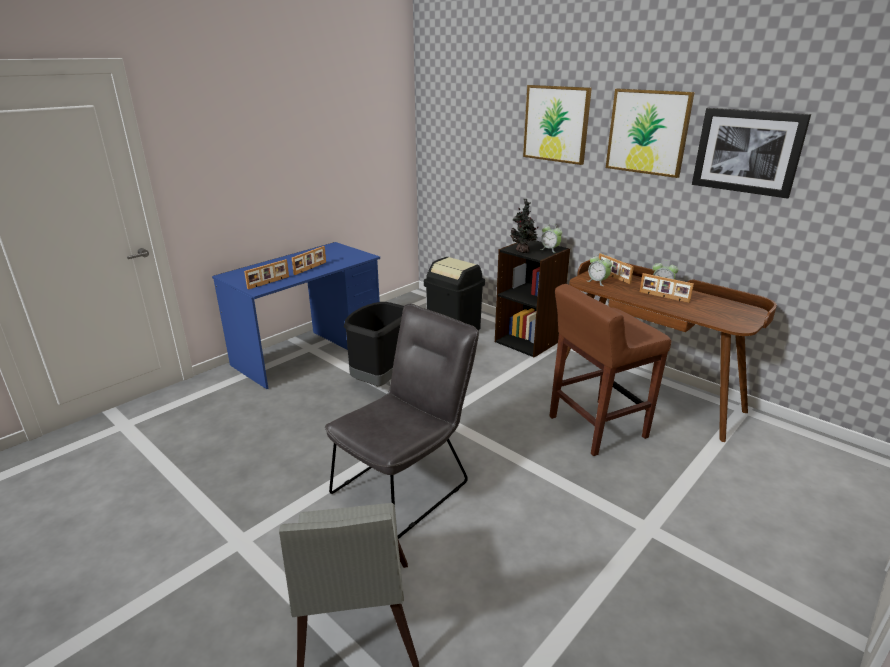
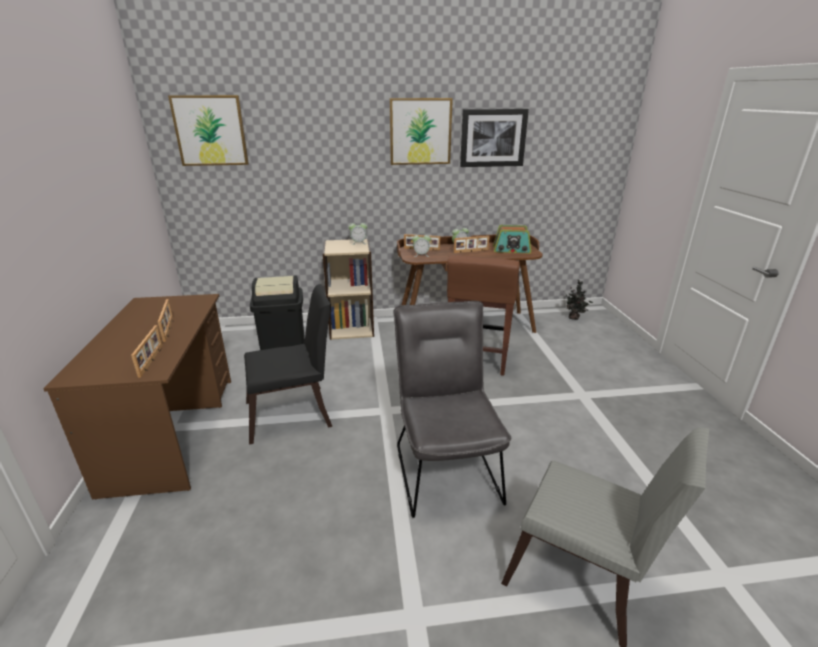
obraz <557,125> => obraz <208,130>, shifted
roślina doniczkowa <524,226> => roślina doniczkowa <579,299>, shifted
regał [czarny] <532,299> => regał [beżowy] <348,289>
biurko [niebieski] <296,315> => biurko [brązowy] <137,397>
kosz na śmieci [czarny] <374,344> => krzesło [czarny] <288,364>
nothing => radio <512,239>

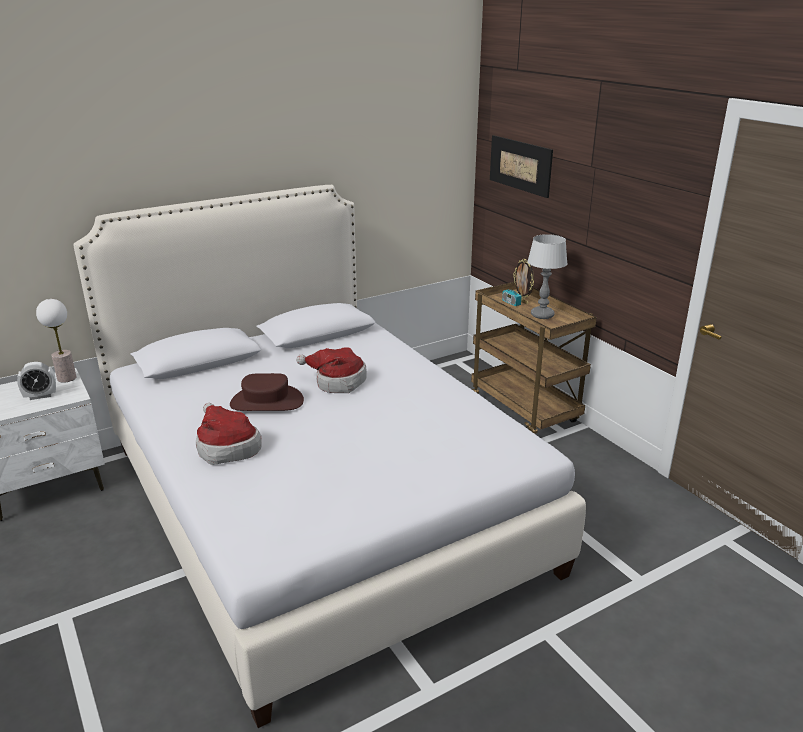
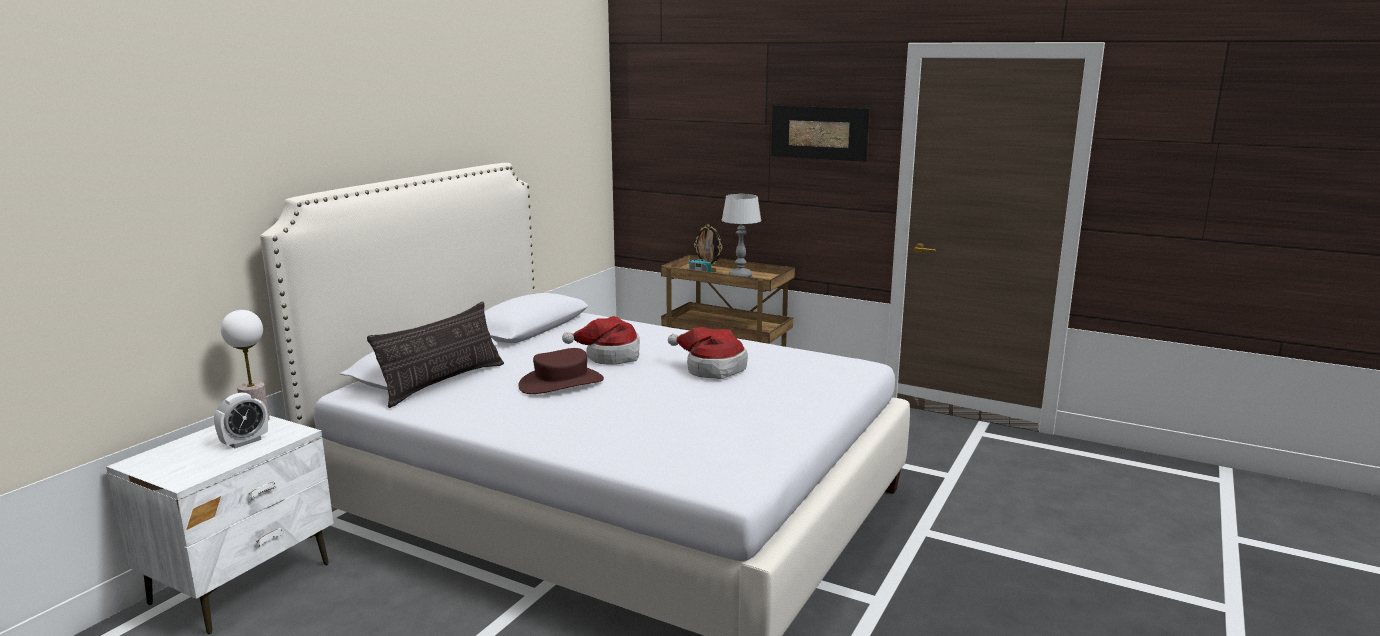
obraz <521,166> => obraz <820,133>, shifted
kapelusz <229,434> => kapelusz <708,353>, shifted
nothing => poduszka <435,354>

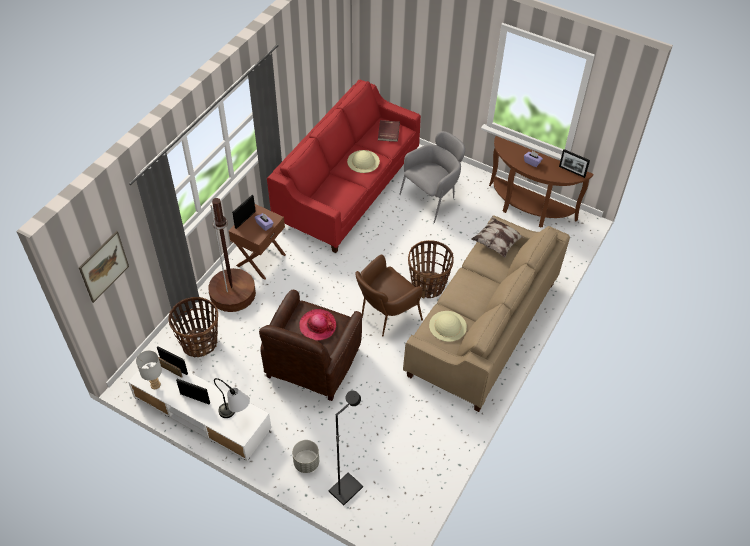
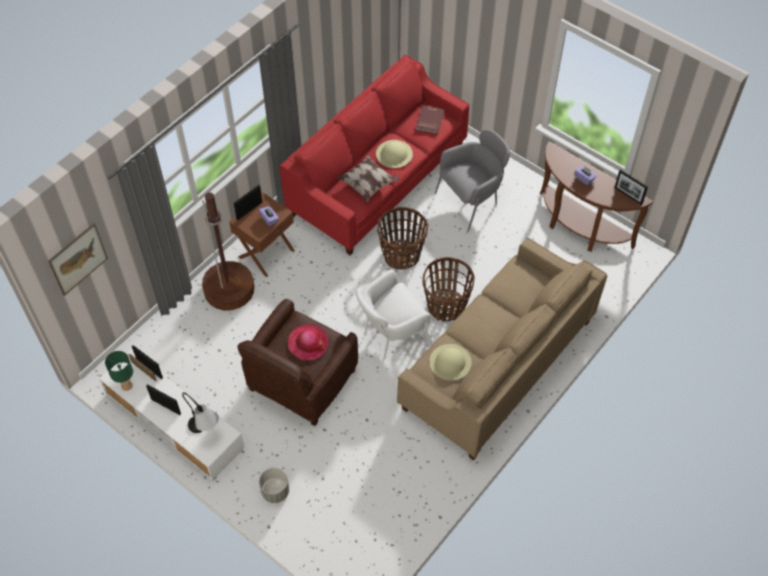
poduszka <496,237> => poduszka <368,178>, shifted
fotel [brązowy] <389,295> => fotel [biały] <394,314>
koszyk <193,327> => koszyk <402,238>, shifted
lampa stołowa [szary] <149,369> => lampa stołowa [zielony] <119,371>
lampa stojąca [czarny] <346,448> => nothing

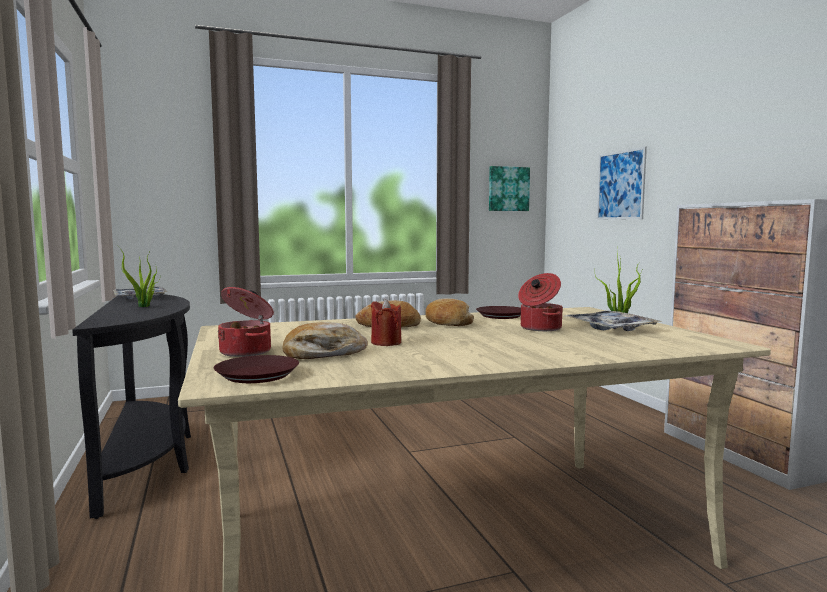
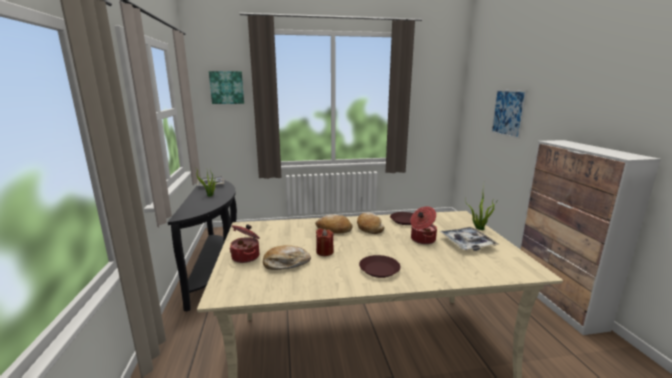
obraz <509,188> => obraz <226,87>, shifted
talerz [brązowy] <256,369> => talerz [brązowy] <379,266>, shifted

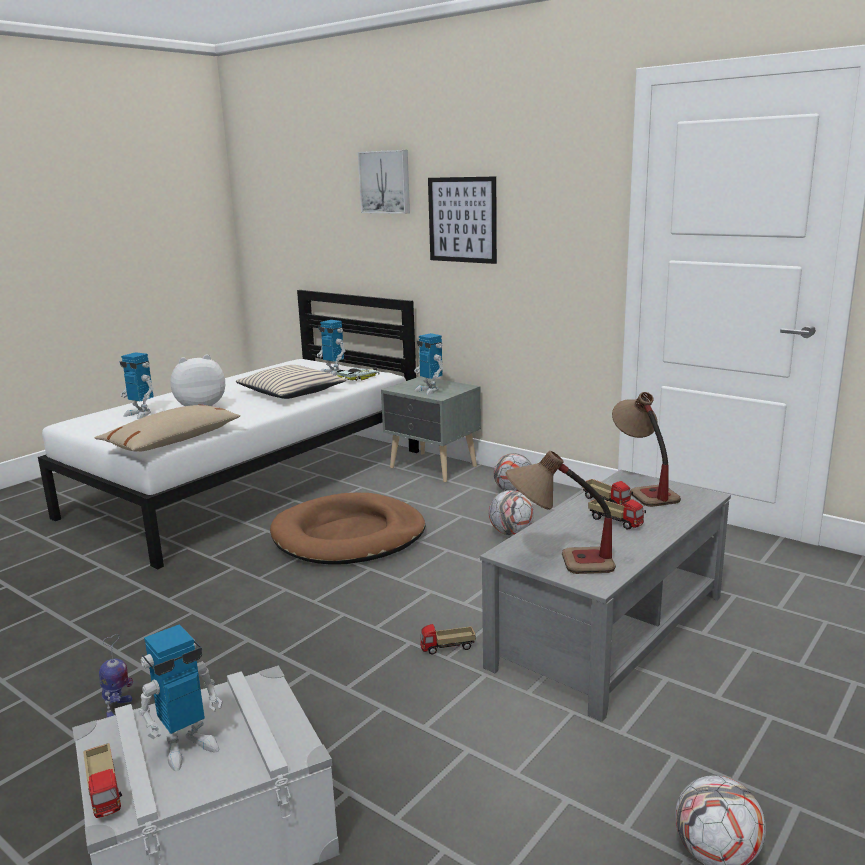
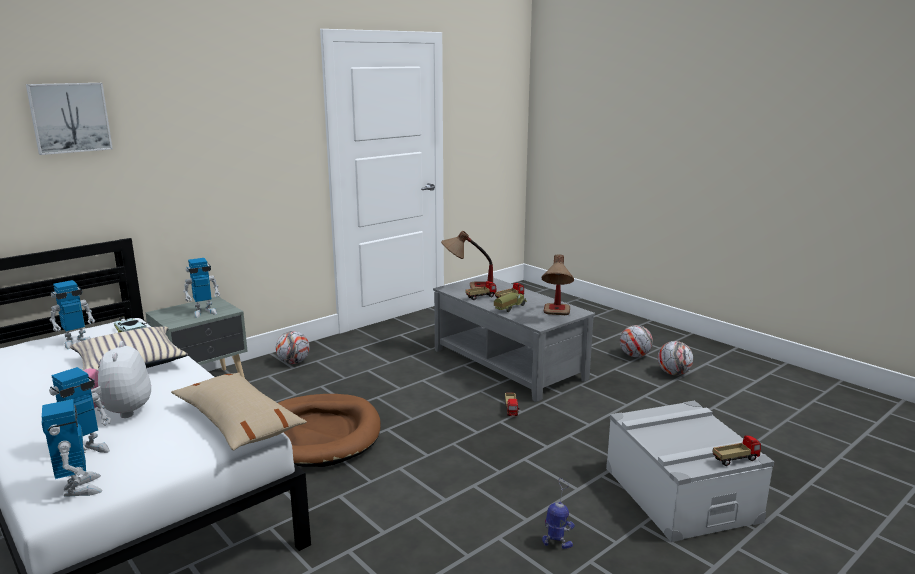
obraz <462,220> => nothing
piłka futbolowa <511,512> => piłka futbolowa <636,341>, shifted
robot zabawkowy <180,697> => robot zabawkowy <72,448>, shifted
nothing => ciężarówka zabawkowa <510,302>

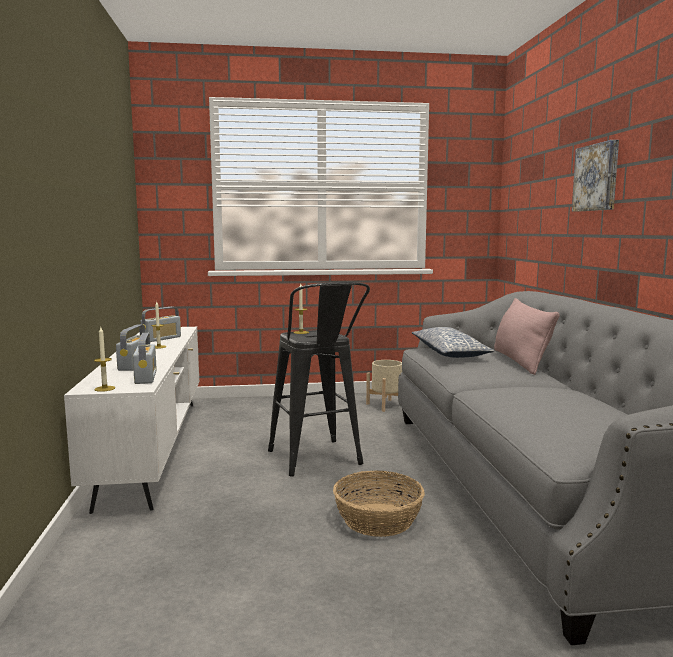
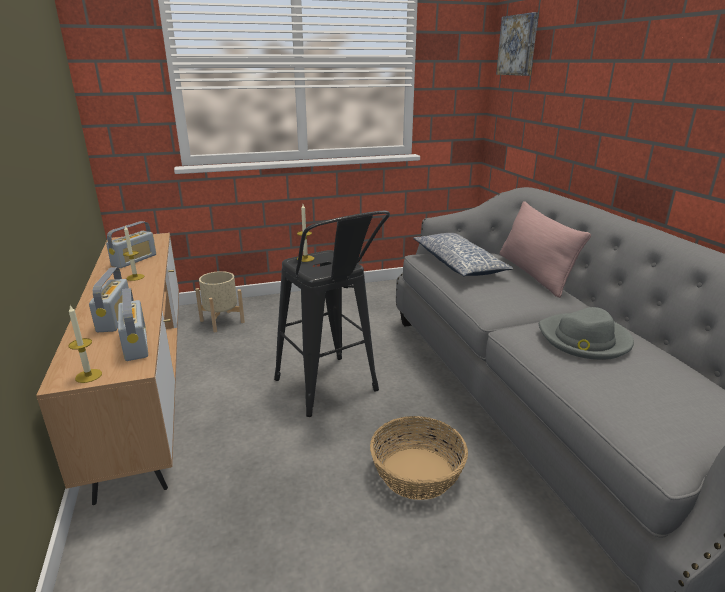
obraz <595,176> => obraz <517,44>, shifted
szafka pod telewizor [biały] <131,420> => szafka pod telewizor [brązowy] <107,369>
donica [beżowy] <384,386> => donica [beżowy] <220,301>, shifted
nothing => kapelusz [szary] <586,333>

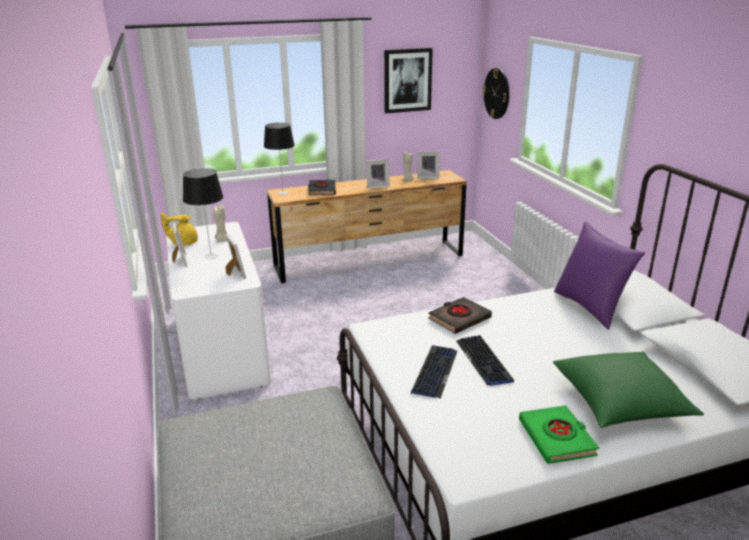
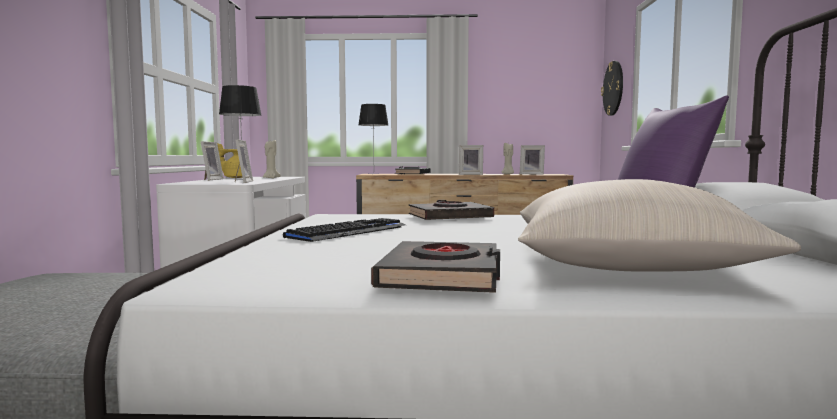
obraz <408,80> => nothing
klawiatura <485,360> => nothing
poduszka [zielony] <628,389> => poduszka [beżowy] <659,225>
książka [zielony] <559,434> => książka [czarny] <435,267>

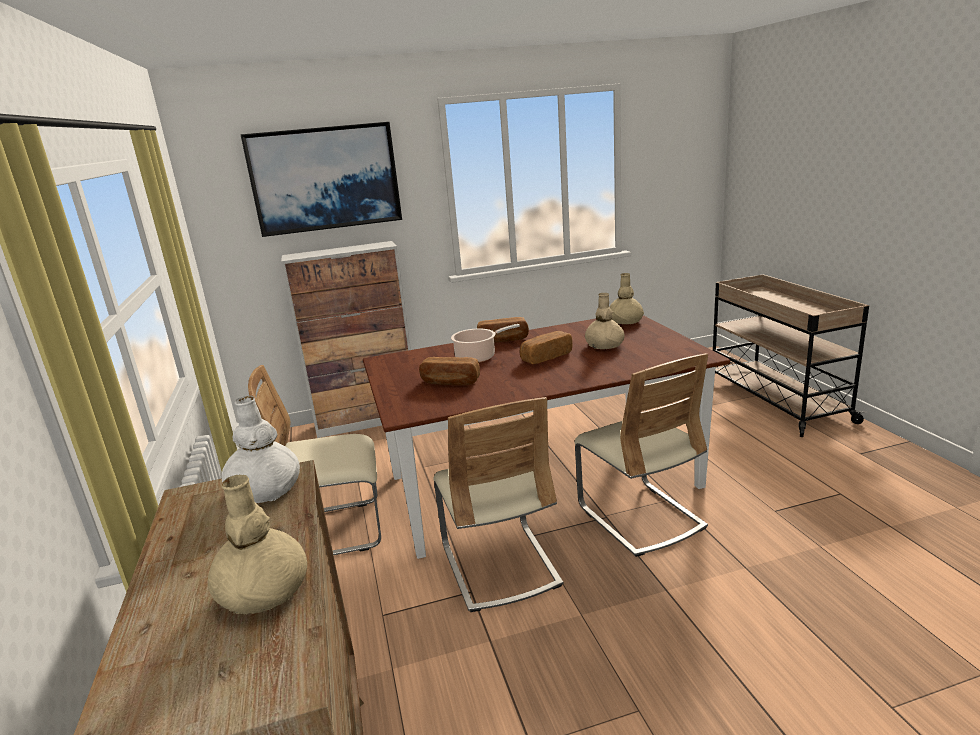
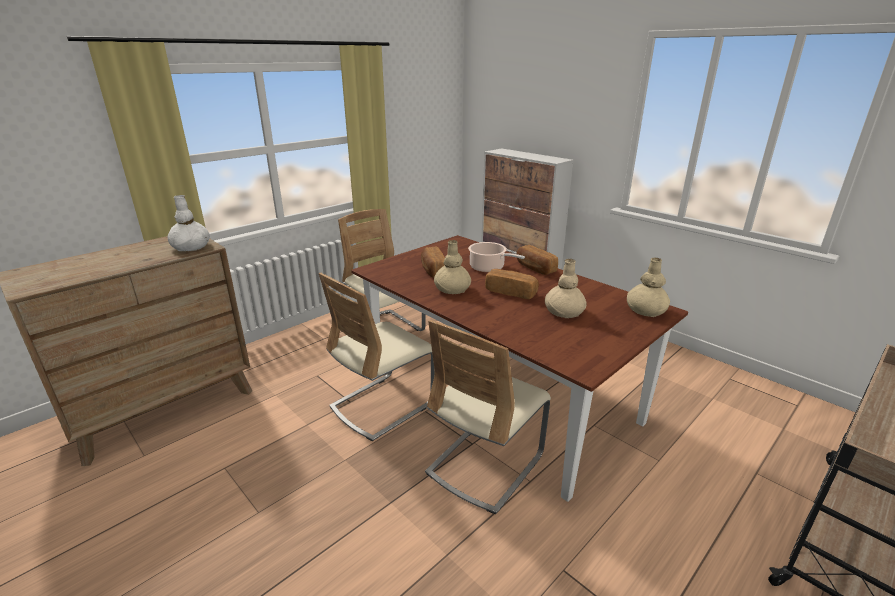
obraz <321,179> => nothing
wazon [beżowy] <257,545> => wazon [beżowy] <452,267>, shifted

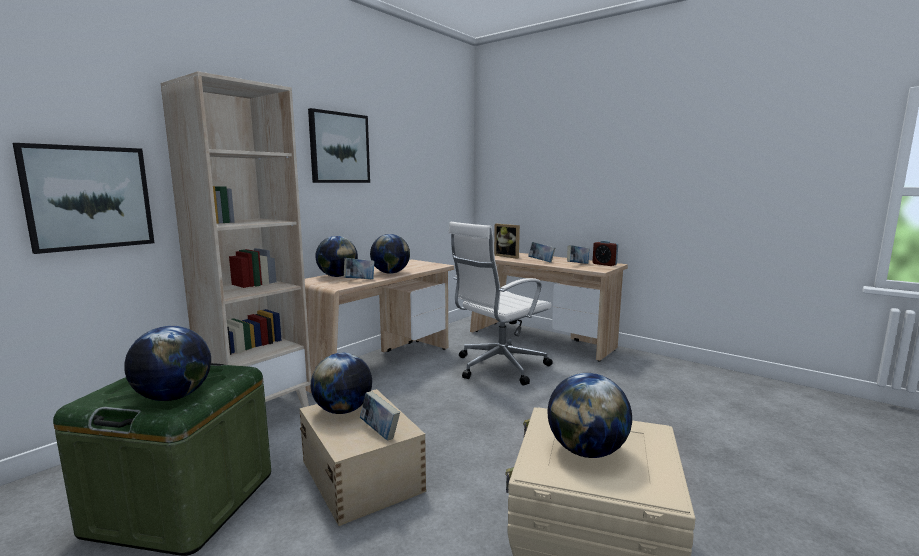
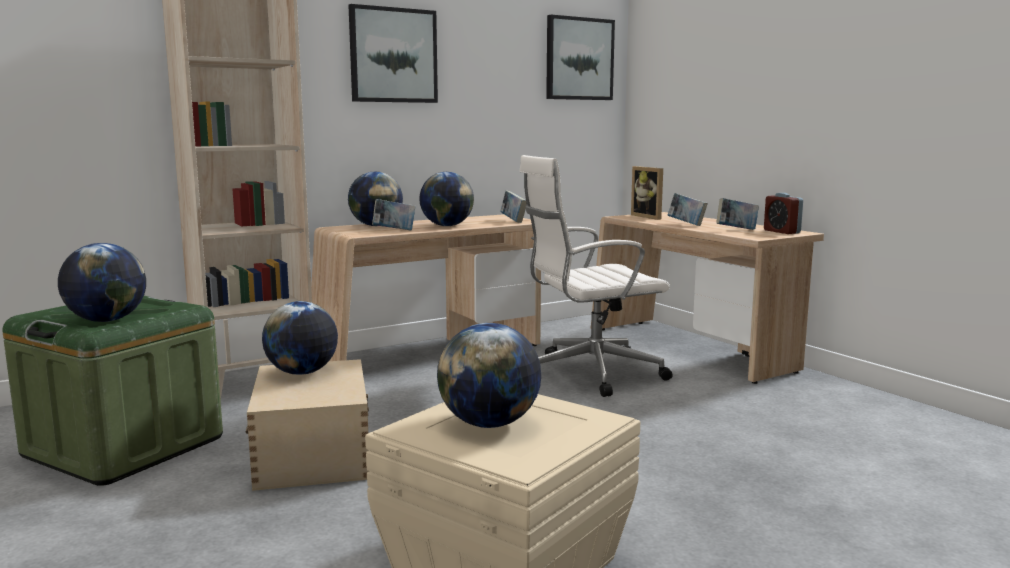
obraz <83,198> => obraz <580,57>, shifted
książka <380,415> => książka <513,207>, shifted

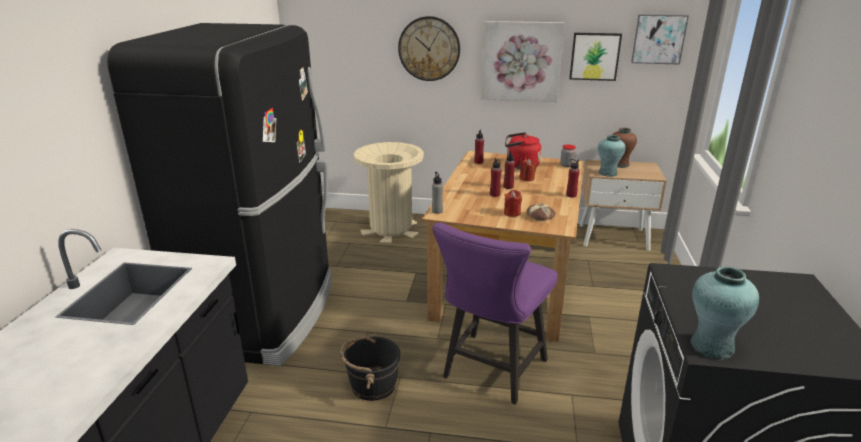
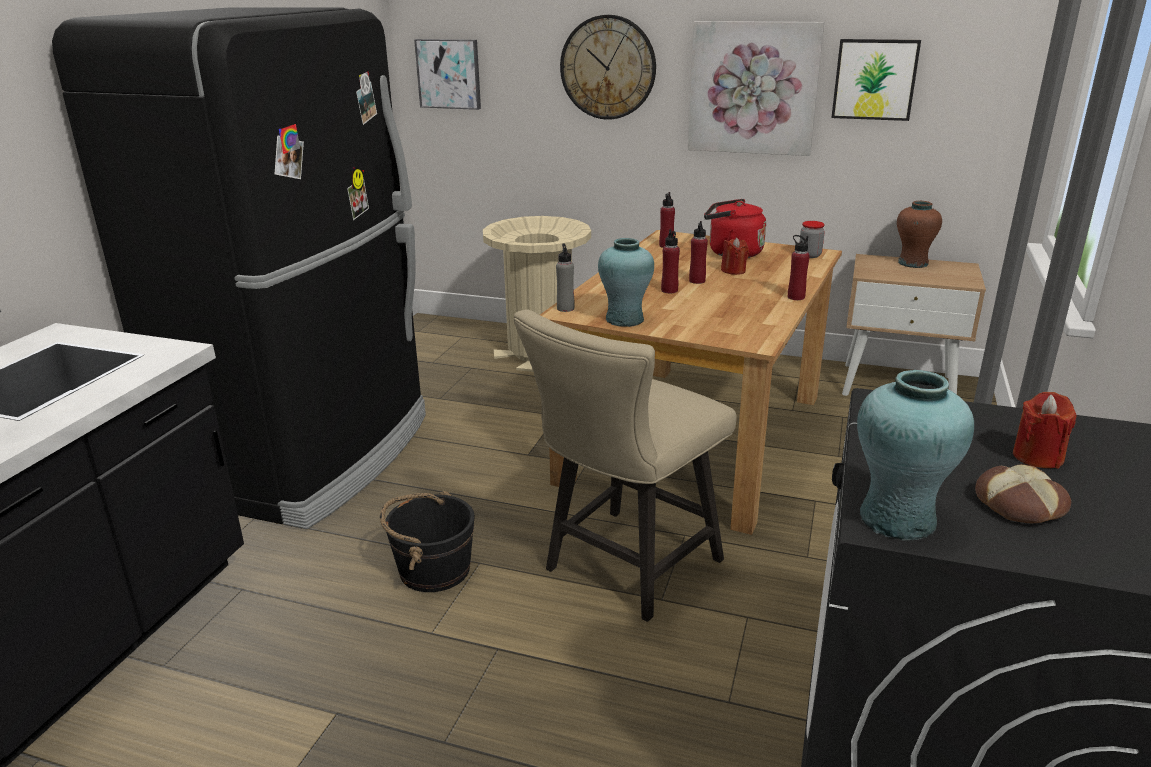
obraz <660,39> => obraz <447,74>, shifted
wazon [turkusowy] <612,156> => wazon [turkusowy] <626,282>, shifted
świeca [czerwony] <513,203> => świeca [czerwony] <1044,430>, shifted
chleb <541,212> => chleb <1023,493>, shifted
krzesło [fioletowy] <495,313> => krzesło [beżowy] <625,466>

